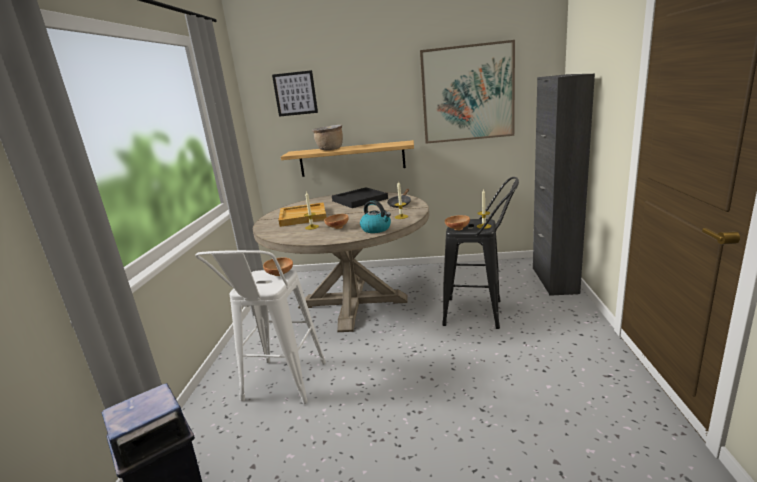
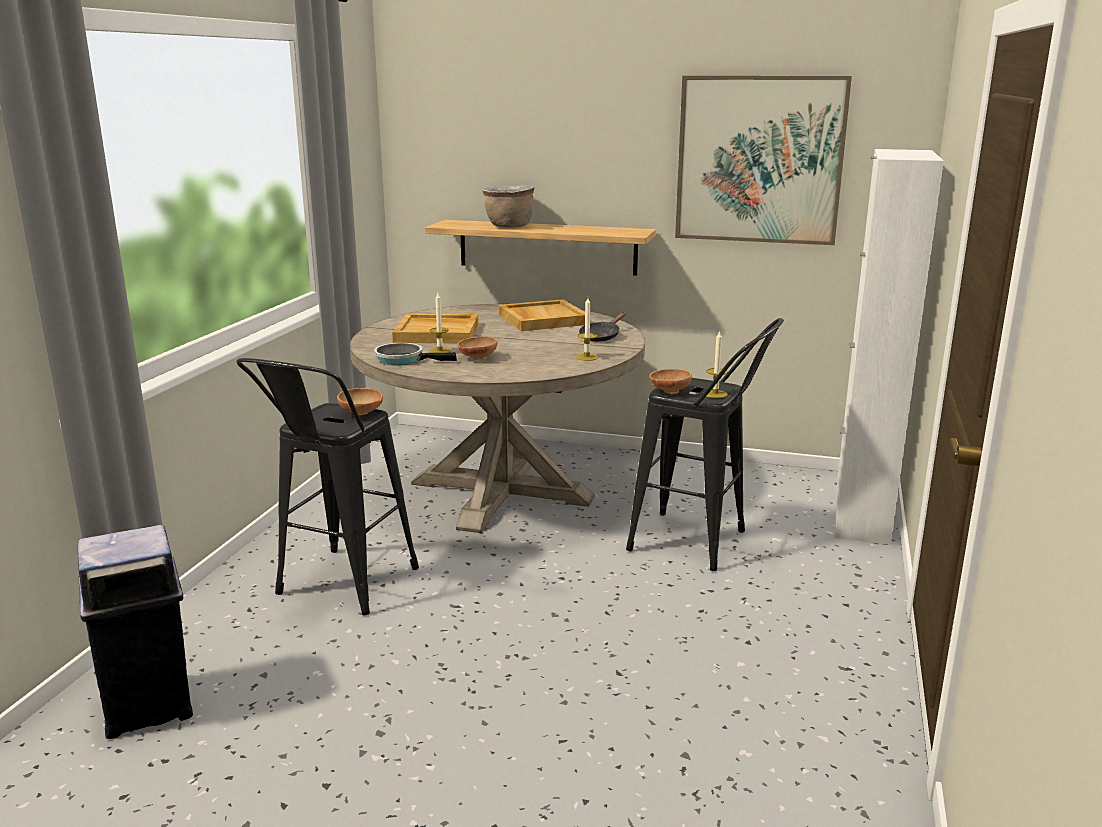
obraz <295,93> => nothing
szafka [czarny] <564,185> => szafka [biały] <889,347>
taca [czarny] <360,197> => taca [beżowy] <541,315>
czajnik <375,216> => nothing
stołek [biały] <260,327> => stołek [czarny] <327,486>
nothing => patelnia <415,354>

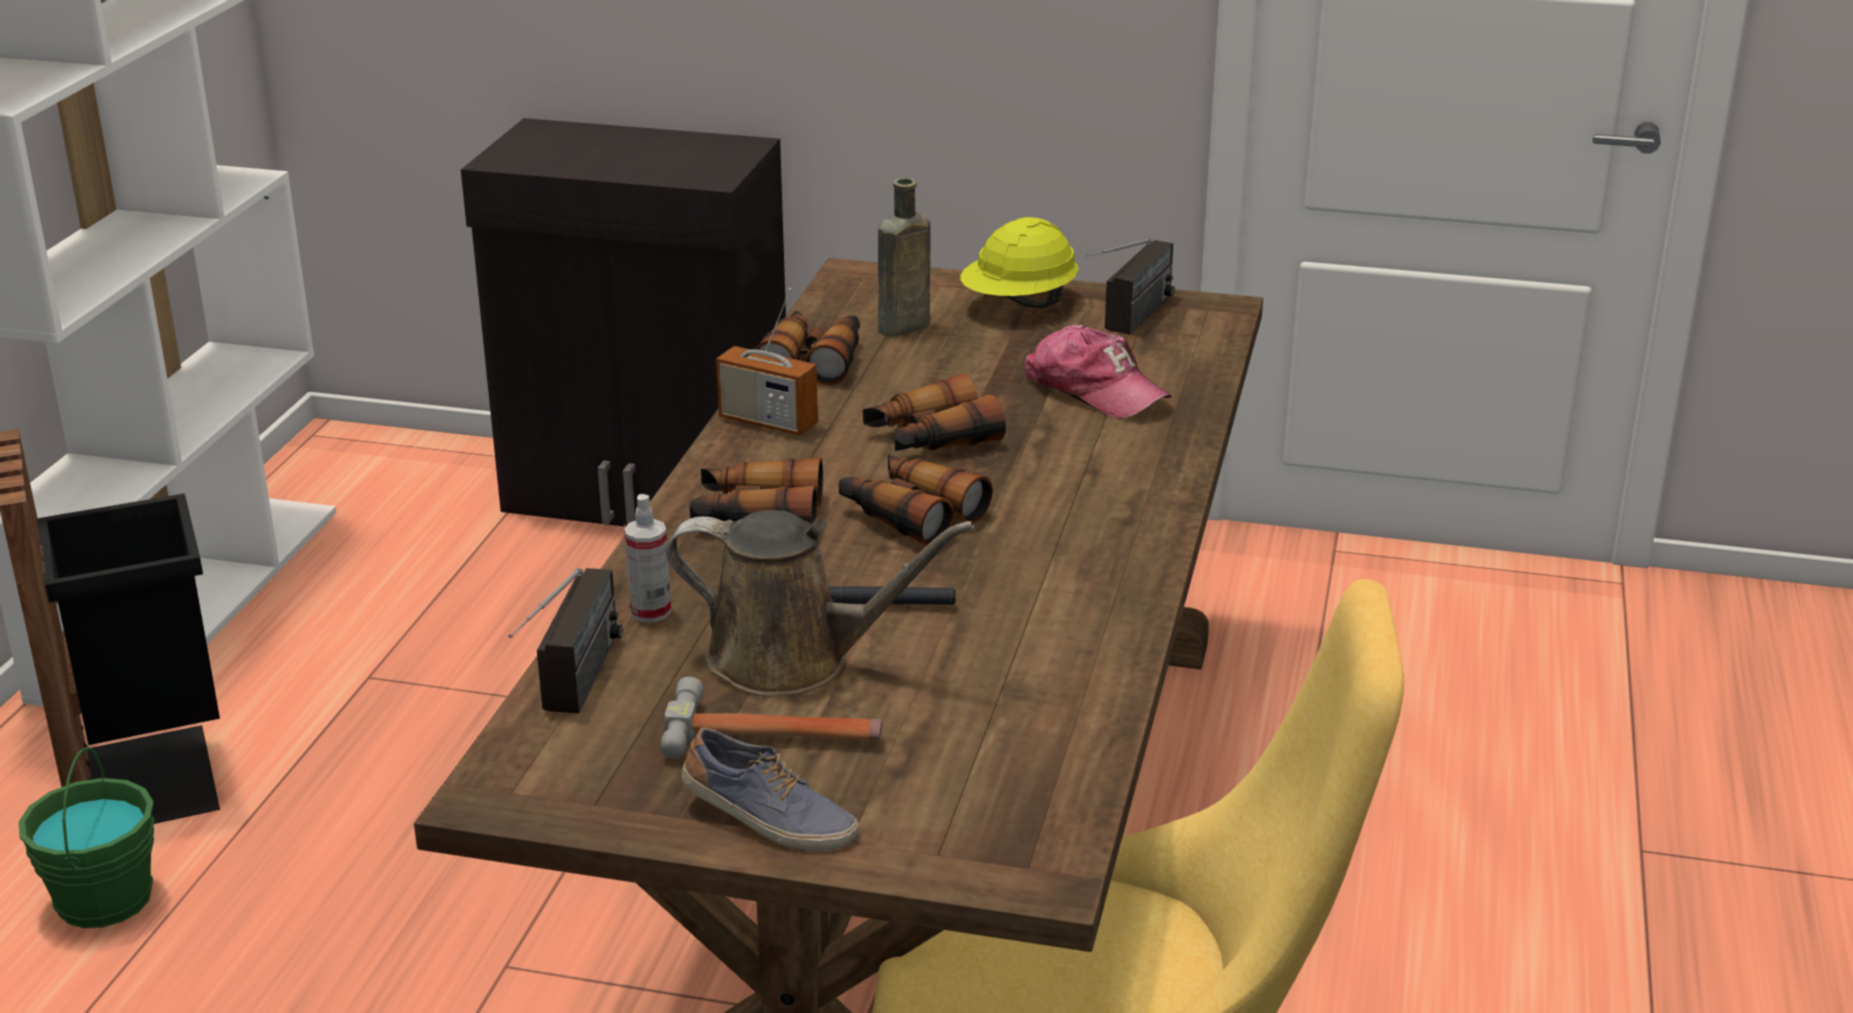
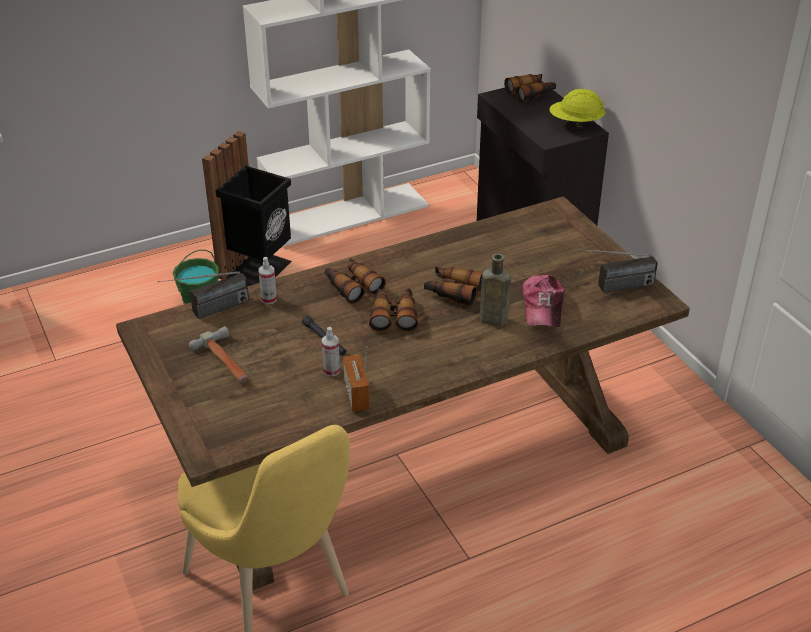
butelka [brązowy] <904,257> => butelka [brązowy] <495,290>, shifted
kask [żółty] <1019,262> => kask [żółty] <577,109>, shifted
radio <767,361> => radio <356,379>, shifted
lornetka <807,348> => lornetka <530,88>, shifted
konewka [brązowy] <820,603> => nothing
but <770,789> => nothing
nothing => spryskiwacz <331,352>

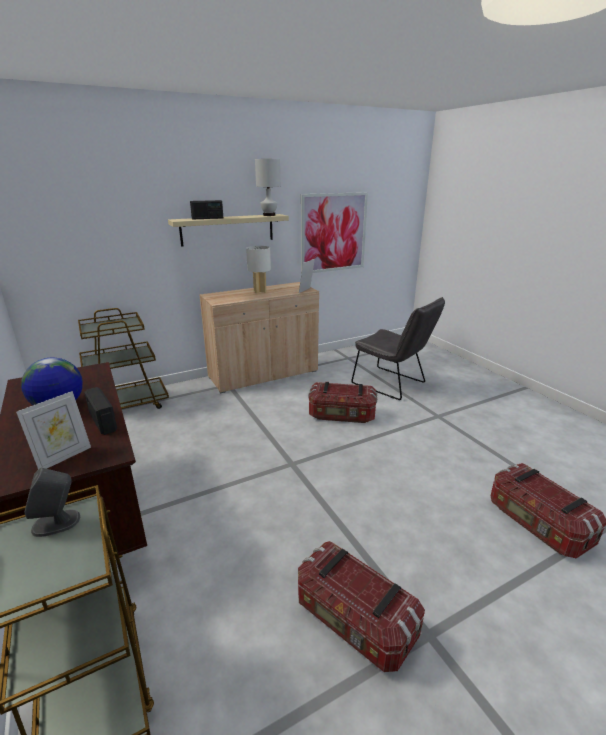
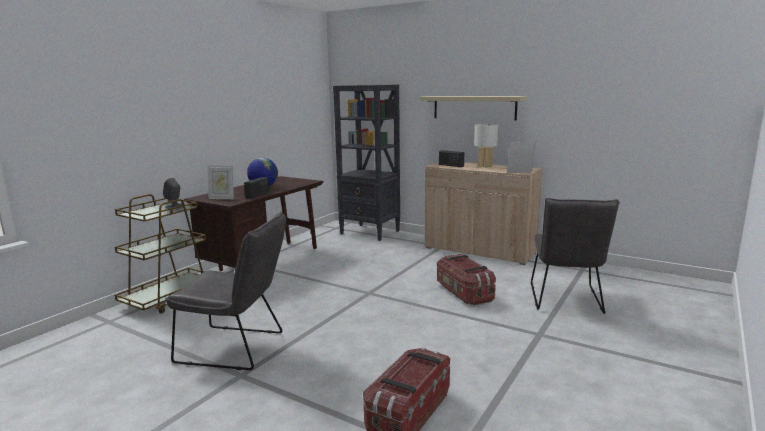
lampa stołowa [biały] <267,187> => nothing
obraz <334,233> => nothing
radio <206,209> => radio <451,158>, shifted
wózek [brązowy] <123,358> => regał [czarny] <366,163>
pojemnik do przechowywania <361,606> => krzesło [szary] <225,290>

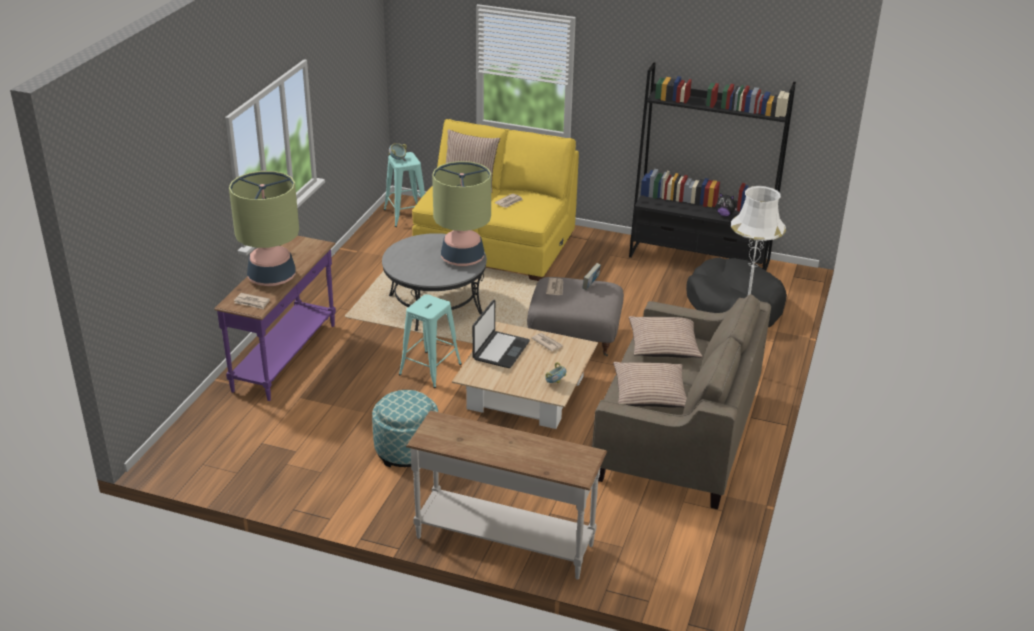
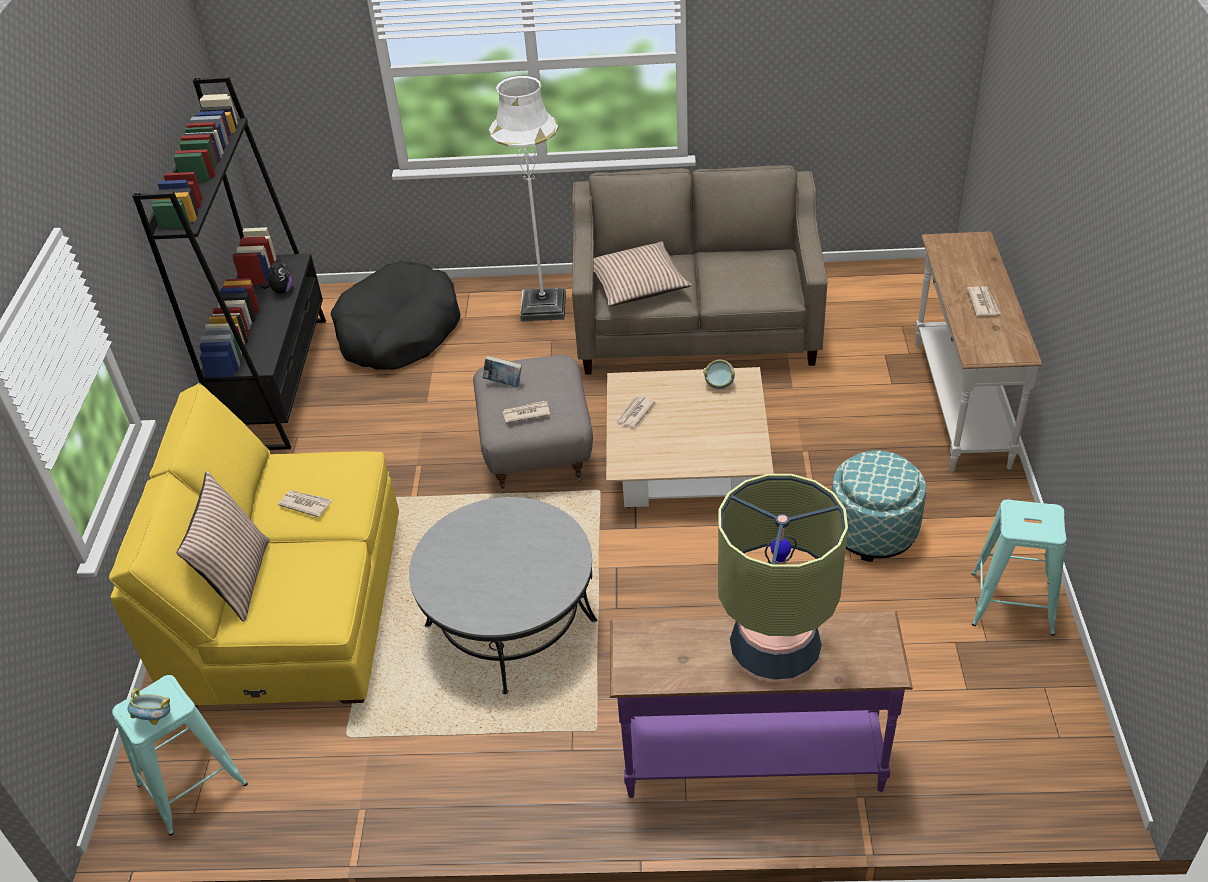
lampa stołowa <461,213> => nothing
gazeta <252,301> => gazeta <984,301>, shifted
stołek [turkusowy] <430,341> => stołek [turkusowy] <1019,567>, shifted
laptop <501,334> => nothing
poduszka <650,385> => nothing

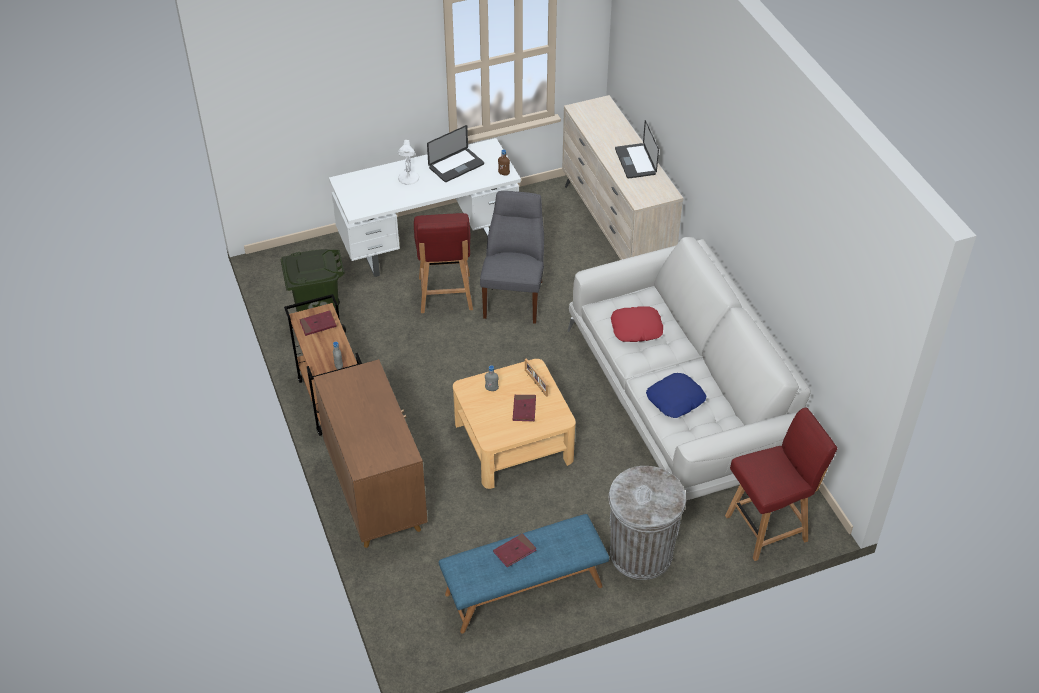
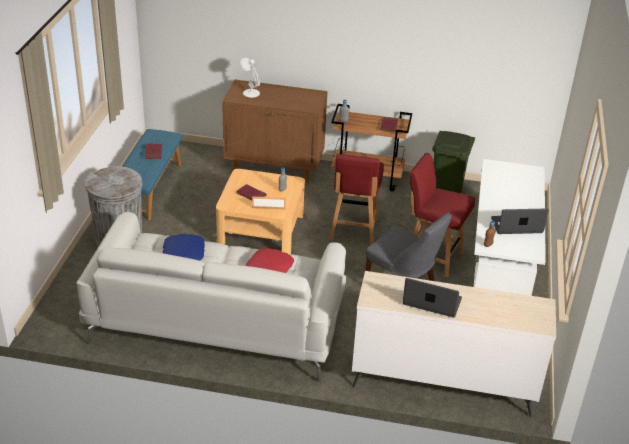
laptop <455,153> => laptop <520,221>, 90 degrees clockwise
lampa stołowa [biały] <408,162> => lampa stołowa [biały] <250,77>, shifted
krzesło [czerwony] <781,484> => krzesło [czerwony] <356,199>, shifted

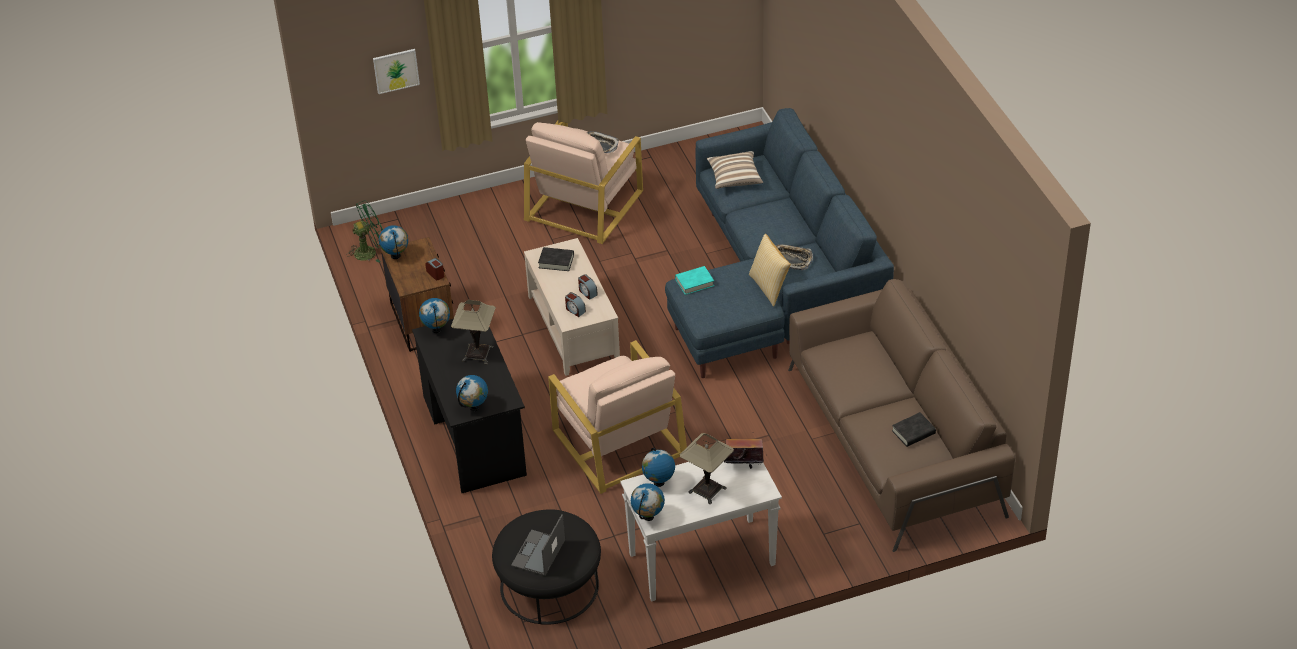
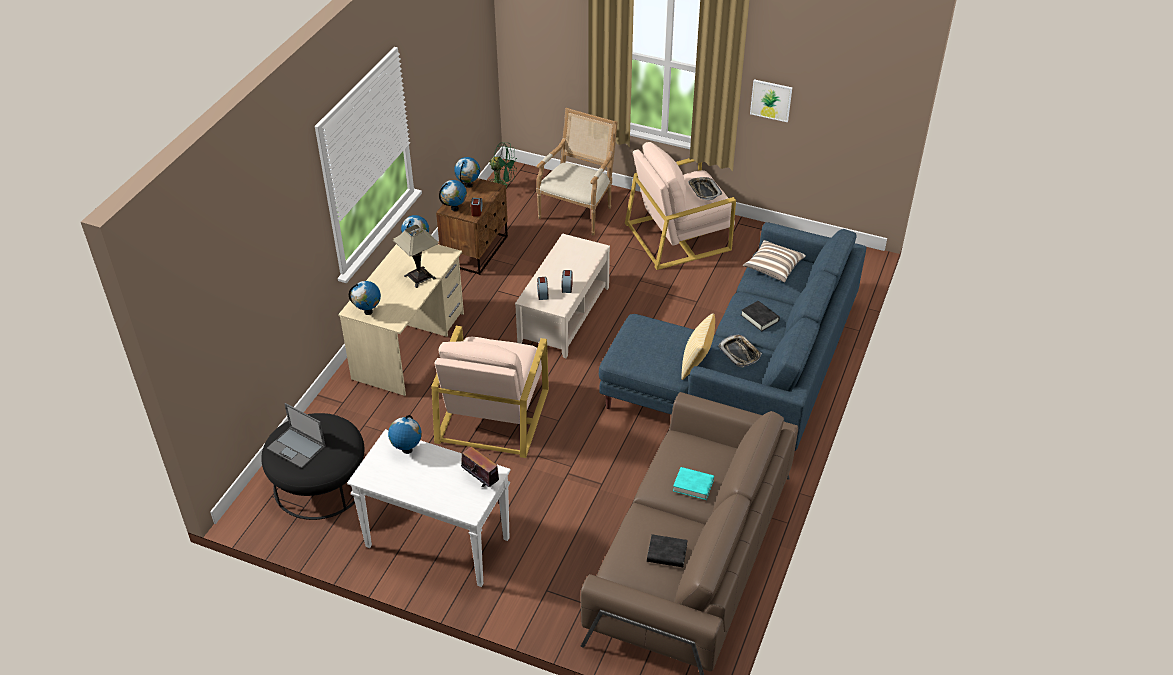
obraz <396,71> => obraz <771,100>, shifted
książka [czarny] <556,259> => książka [czarny] <760,316>, shifted
książka [turkusowy] <694,280> => książka [turkusowy] <693,483>, shifted
biurko [czarny] <469,406> => biurko [beżowy] <401,320>
lampa stołowa <707,469> => nothing
globus <648,502> => globus <453,195>, shifted
laptop <538,545> => laptop <296,435>, 120 degrees counterclockwise
nothing => fotel <577,172>

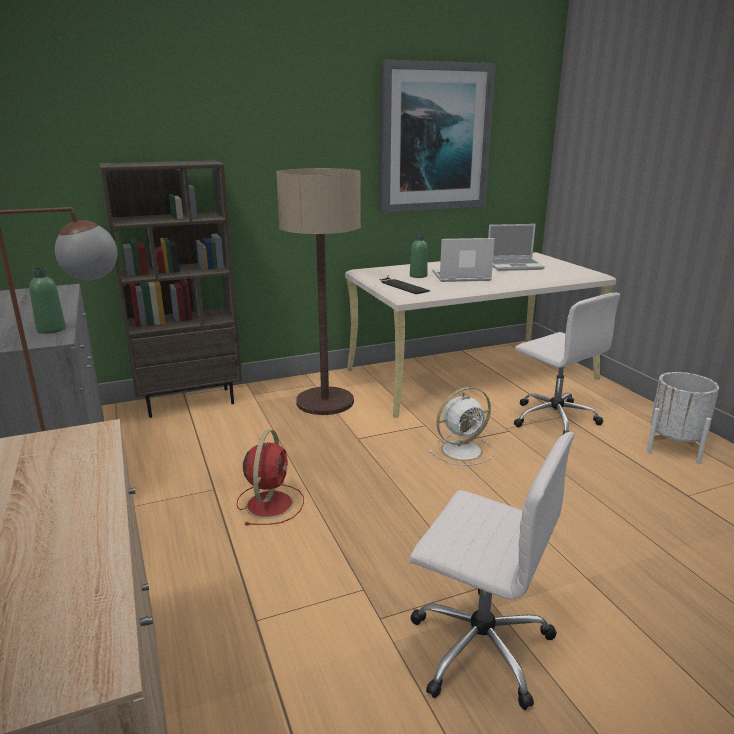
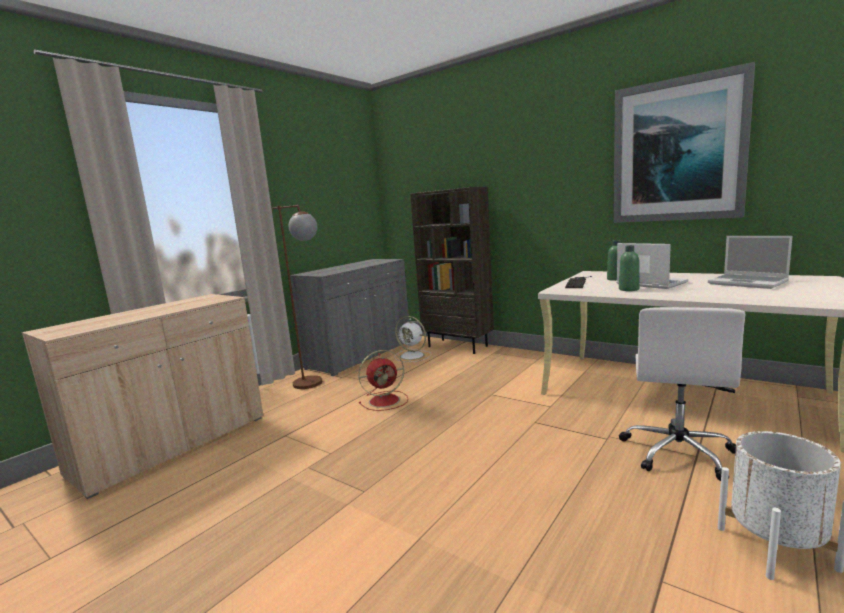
lampa stojąca <318,291> => nothing
butelka [zielony] <47,301> => butelka [zielony] <629,268>, shifted
wentylator [biały] <461,426> => wentylator [biały] <412,339>, shifted
krzesło biurowe [biały] <491,571> => nothing

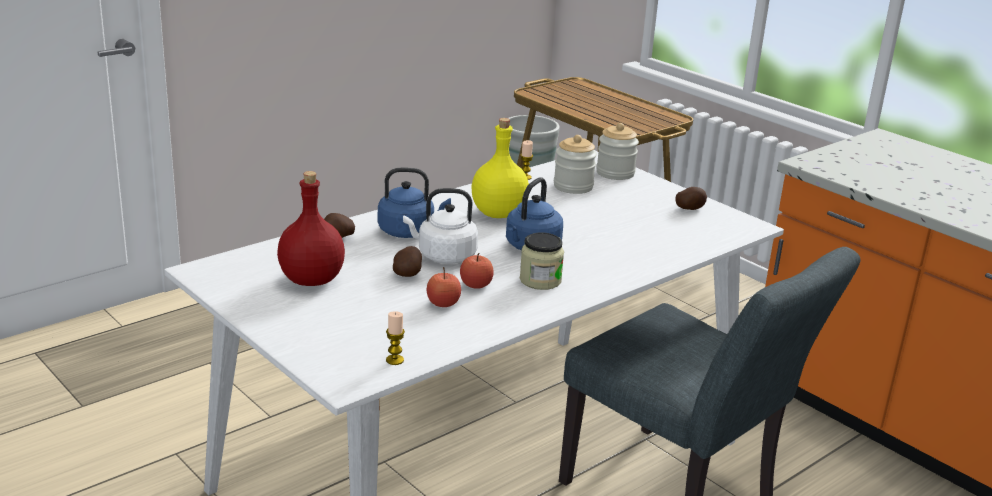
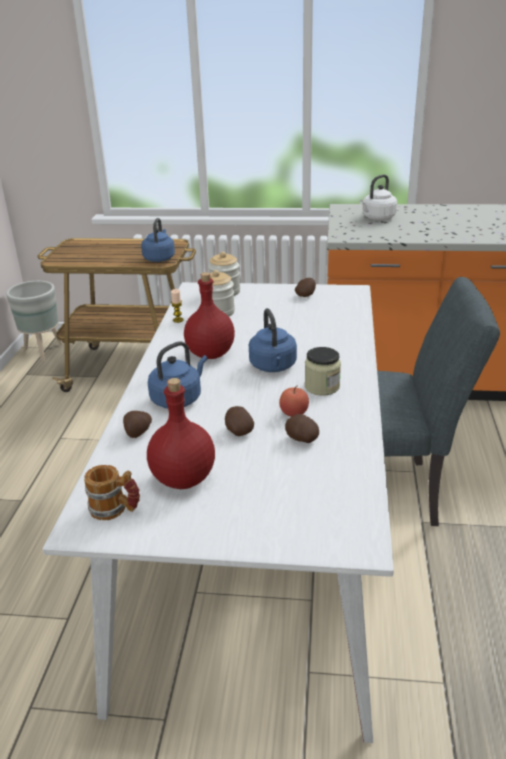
butelka [żółty] <500,168> => butelka [czerwony] <209,315>
czajnik [biały] <440,226> => czajnik [biały] <378,197>, shifted
jabłko <444,287> => ziemniak <302,428>
świeca <395,338> => nothing
nothing => czajnik [niebieski] <158,240>
nothing => kubek <112,492>

